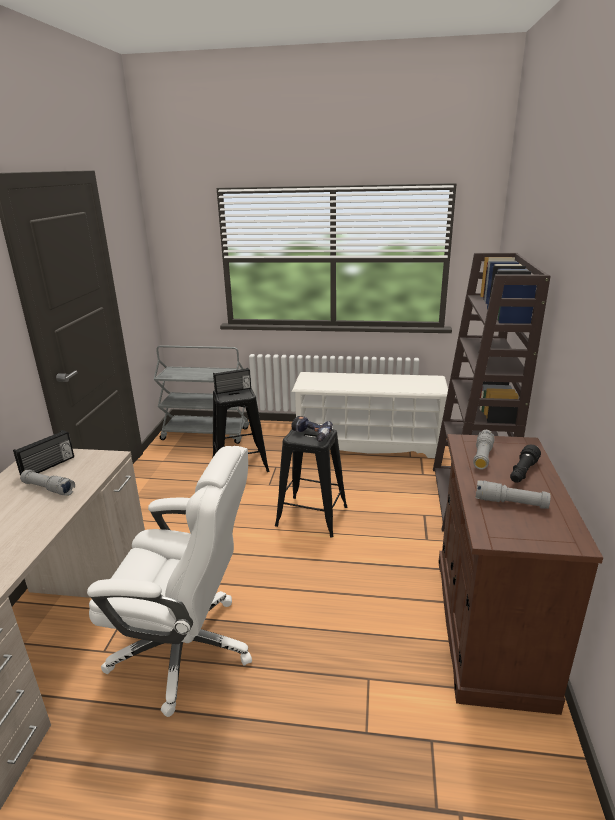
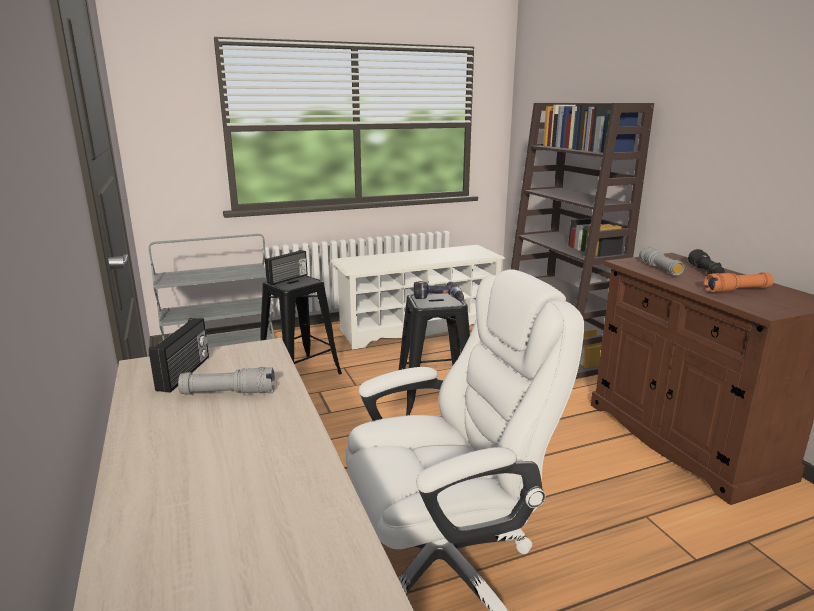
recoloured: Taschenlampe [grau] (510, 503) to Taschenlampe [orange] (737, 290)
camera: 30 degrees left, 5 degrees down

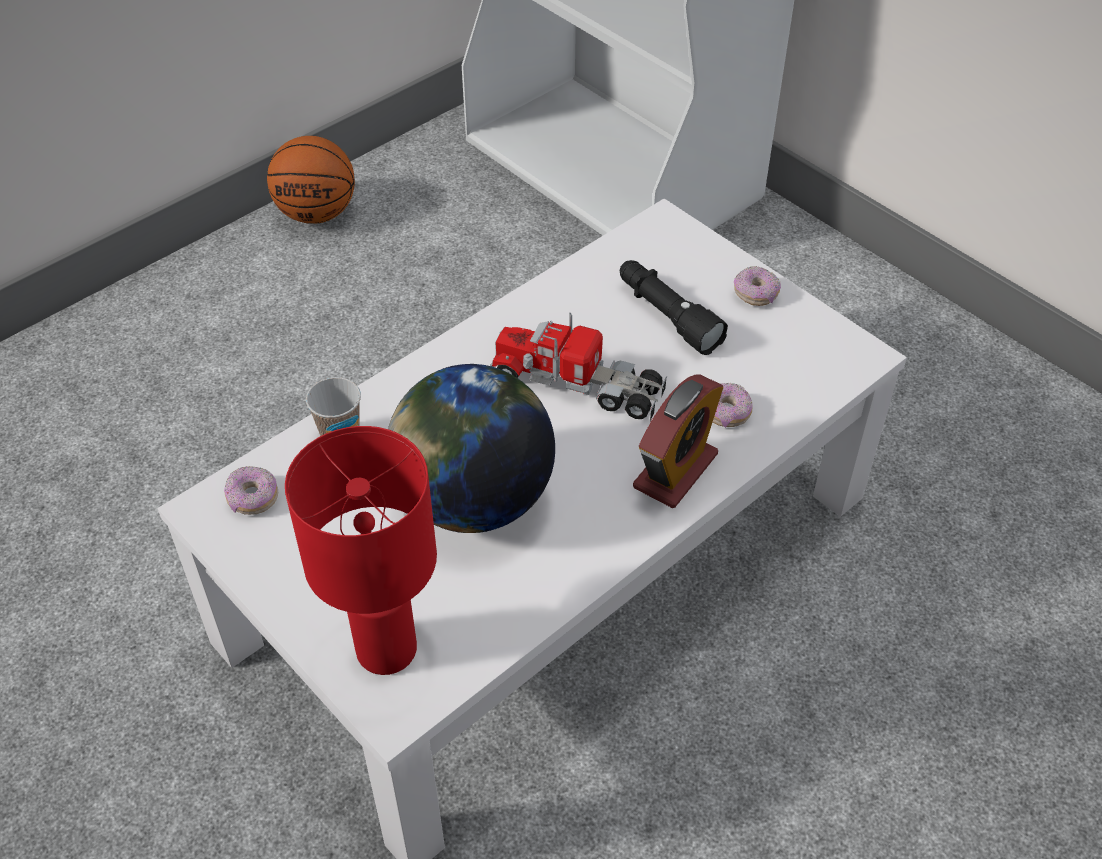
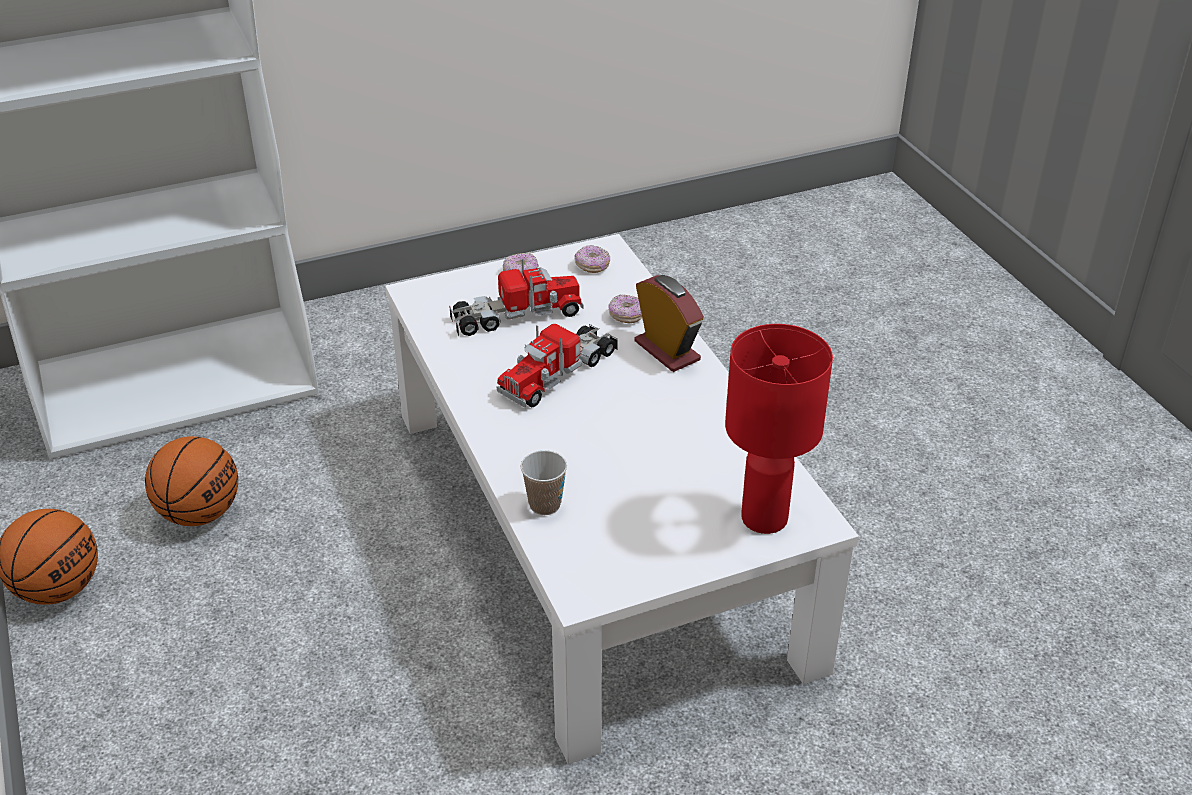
removed: Globus (473, 500)
added: Basketball (199, 513)
moved: Donut (253, 498) to (592, 266)
replaced: Taschenlampe [schwarz] (667, 316) to Spielzeuglaster (516, 316)
camera: 70 degrees left, 10 degrees down

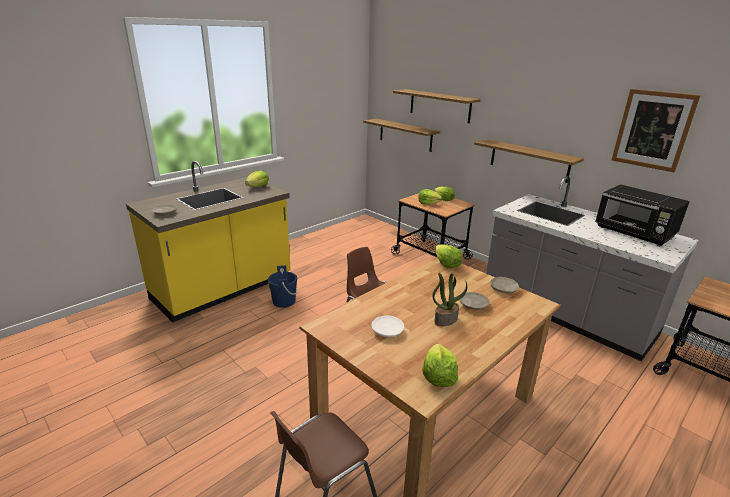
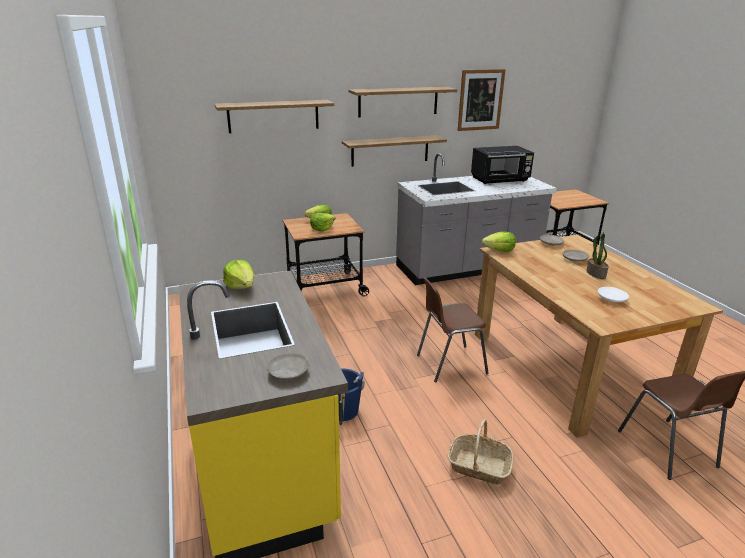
removed: Salatkopf (438, 376)
added: Korb (478, 466)
moved: Wandregal (405, 135) to (398, 101)
camera: 65 degrees left, 0 degrees up

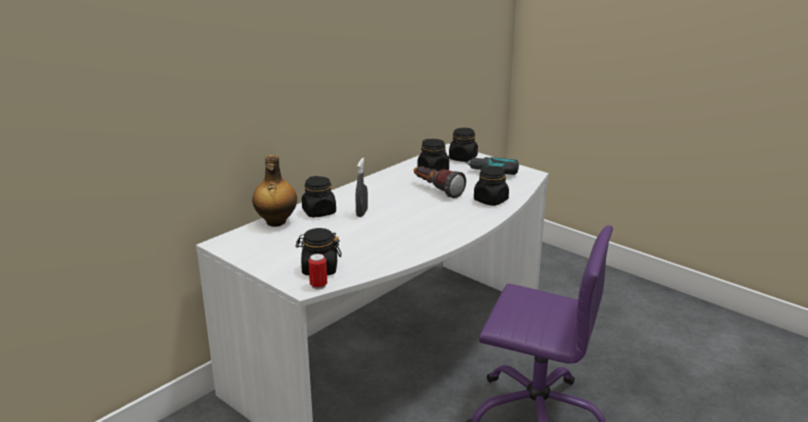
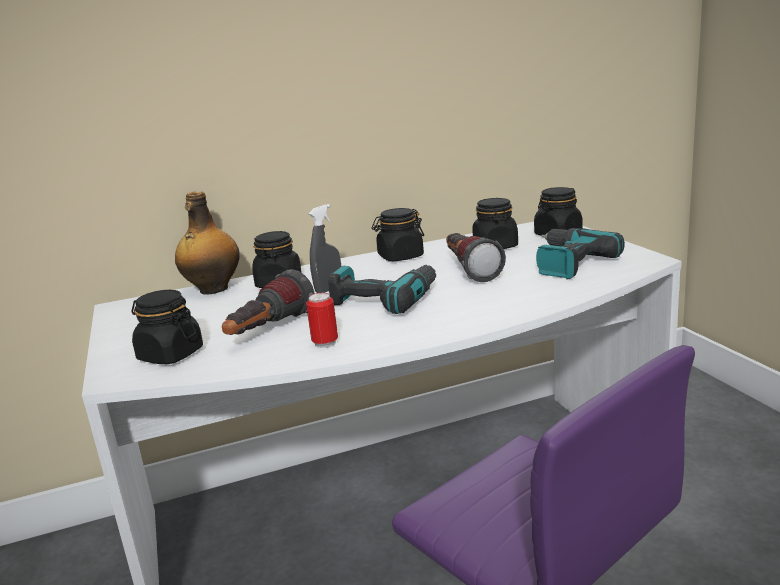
added: Taschenlampe (268, 332); Bohrmaschine (384, 299)
moved: Dose (318, 286) to (325, 343); Vorratsglas [schwarz] (490, 200) to (400, 257)
camera: 30 degrees right, 5 degrees down

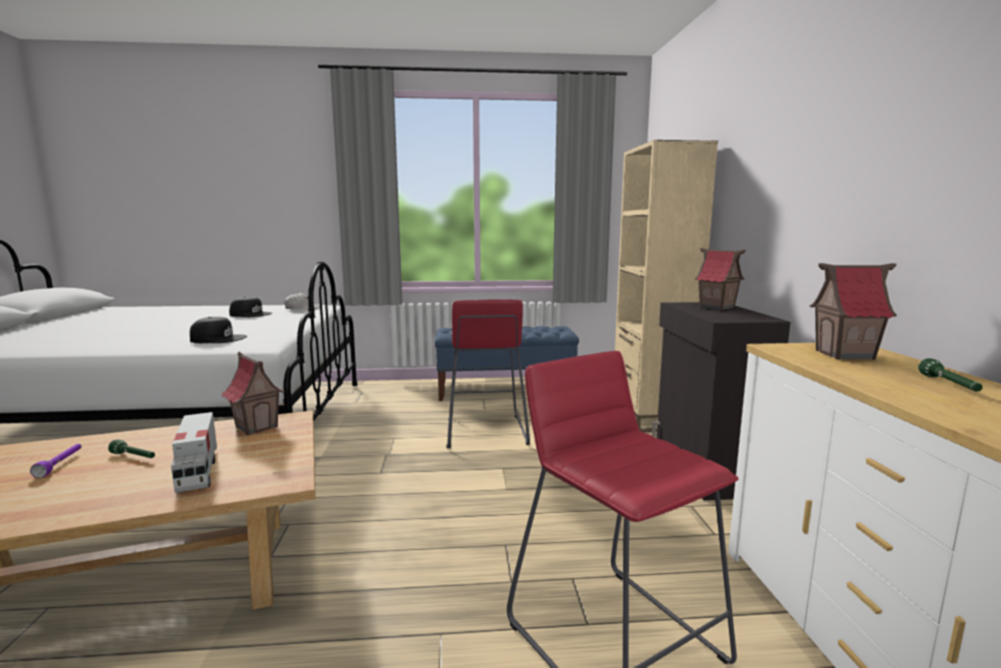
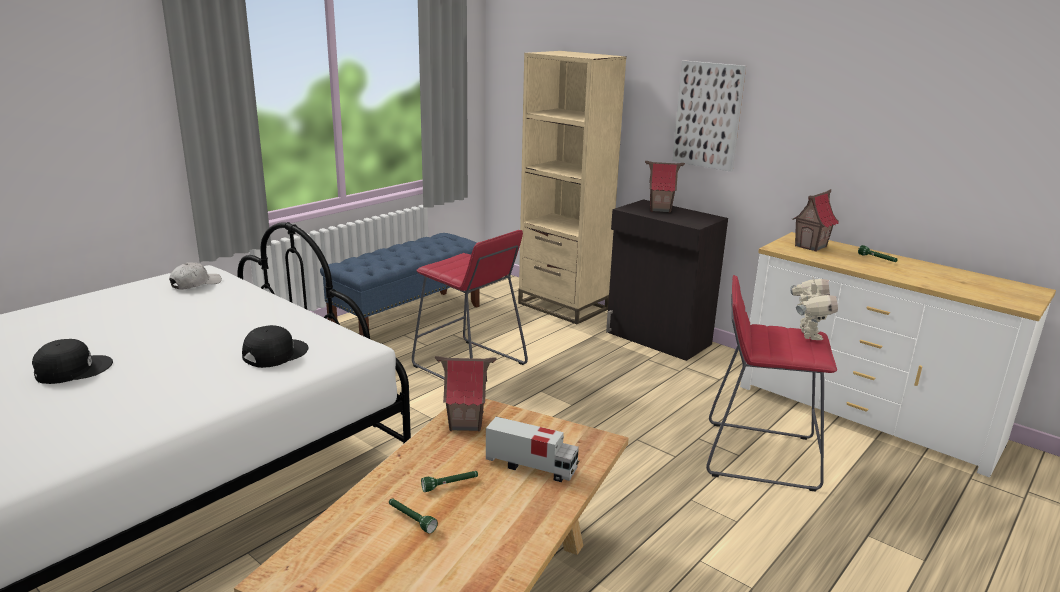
added: Bild (708, 115); Spielzeugroboter (807, 334)
moved: Kappe [schwarz] (251, 314) to (73, 369)
recoloured: Taschenlampe [lila] (60, 464) to Taschenlampe [grün] (411, 519)
camera: 45 degrees left, 10 degrees up

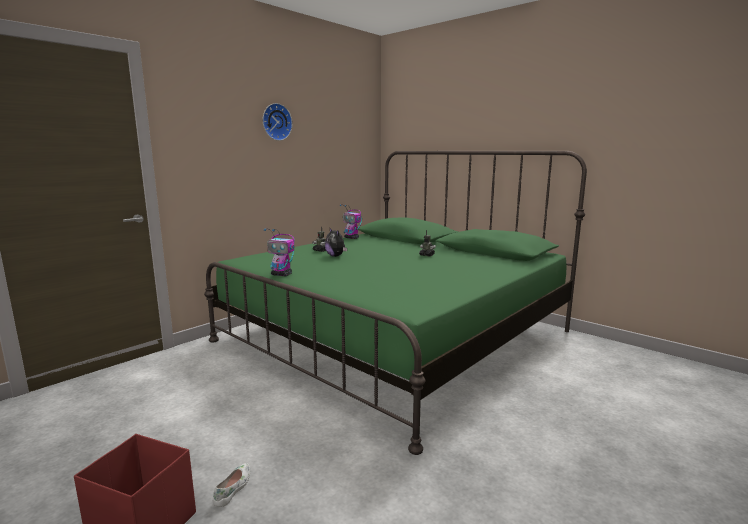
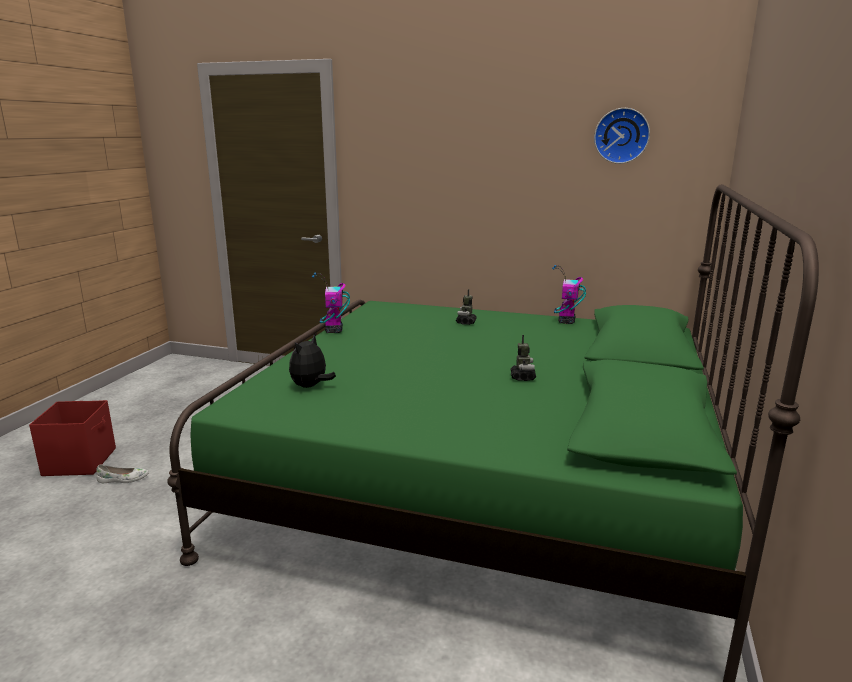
moved: Plüschtier (336, 256) to (310, 386); Wanduhr (276, 122) to (621, 135)
camera: 65 degrees right, 5 degrees up

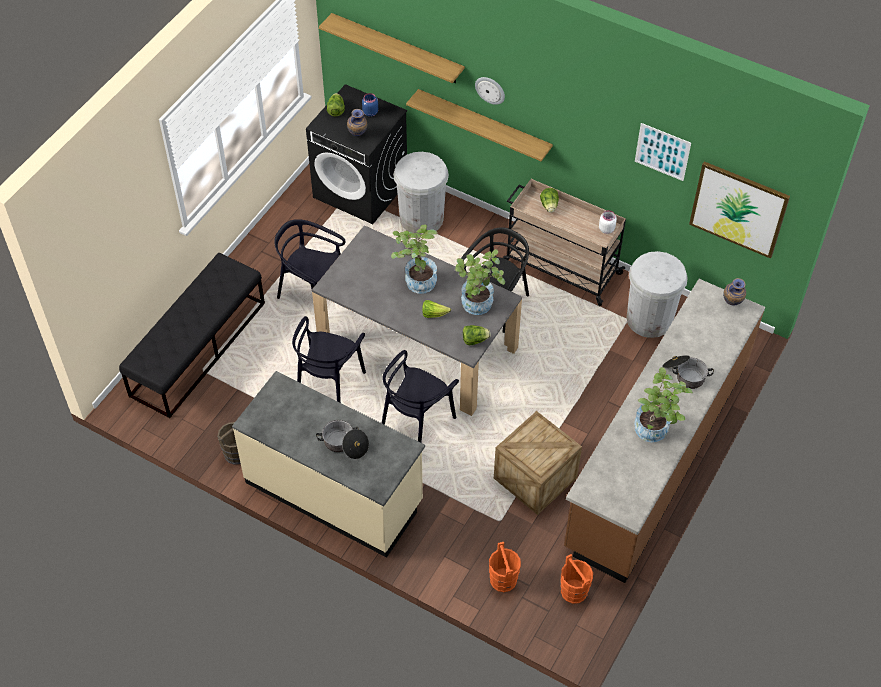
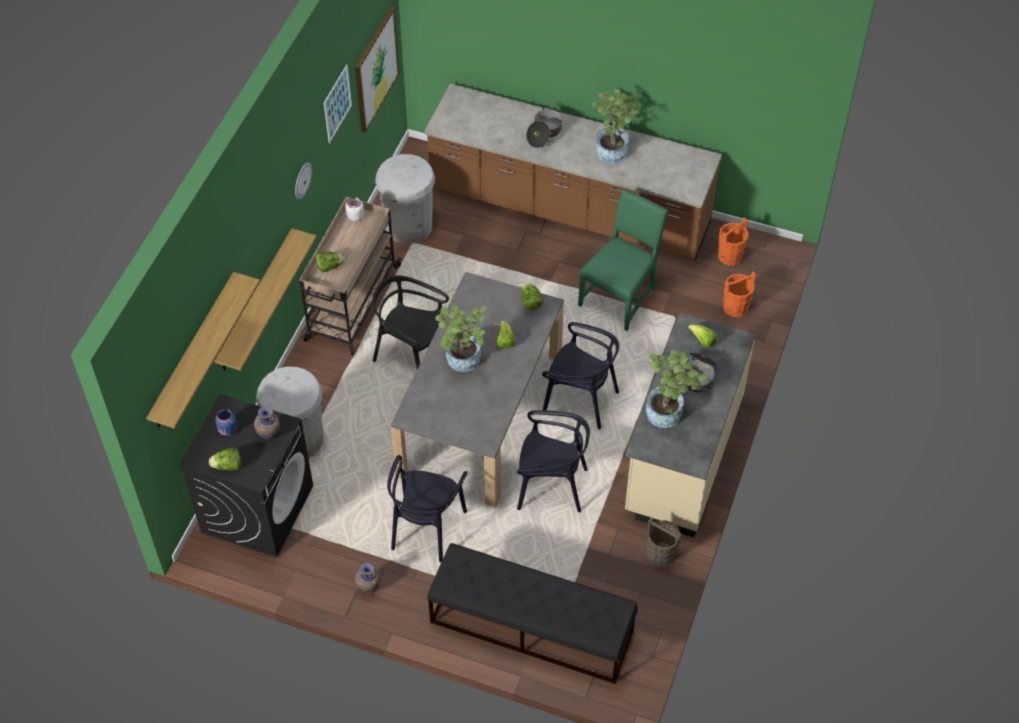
added: Salatkopf (702, 341)
moved: Wanduhr (490, 90) to (302, 180); Vase (731, 304) to (369, 588); Topfpflanze (477, 307) to (669, 412)
replaced: Kiste (535, 478) to Stuhl [grün] (620, 296)
camera: 100 degrees left, 0 degrees up

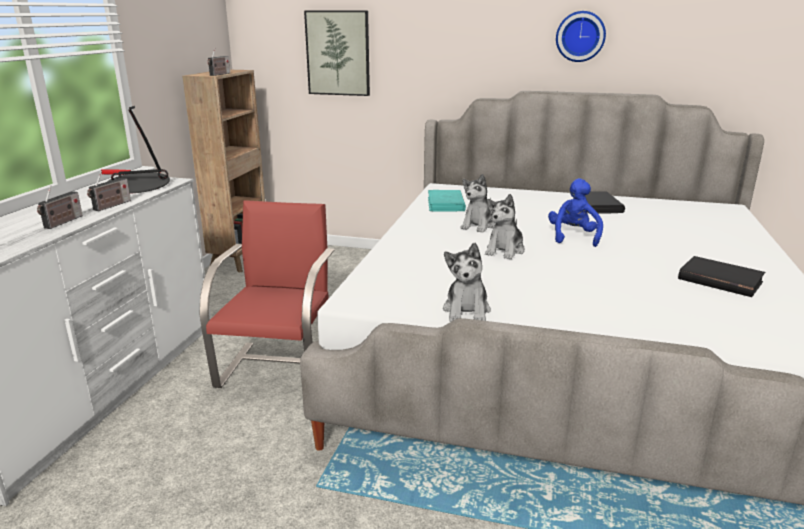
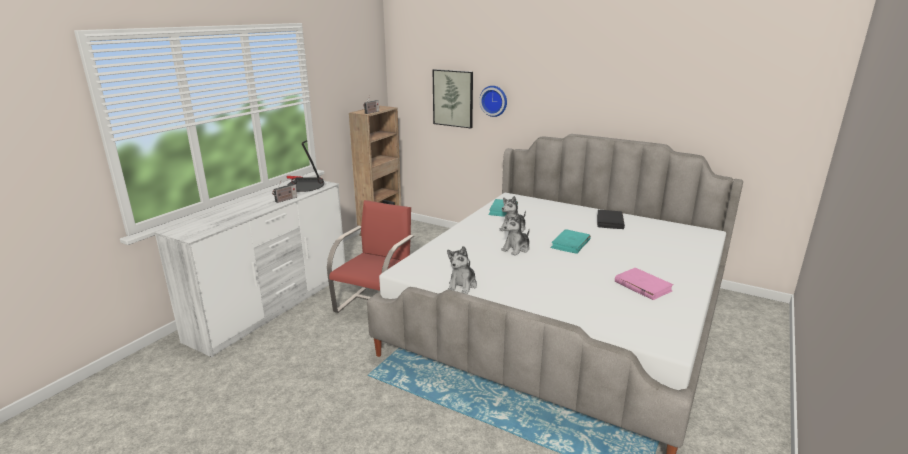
removed: Radio (62, 222)
moved: Wanduhr (580, 36) to (494, 100)
replaced: Plüschtier [blau] (573, 237) to Buch [türkis] (570, 244)
recoloured: Buch [schwarz] (719, 280) to Buch [rosa] (642, 286)
camera: 15 degrees right, 0 degrees up

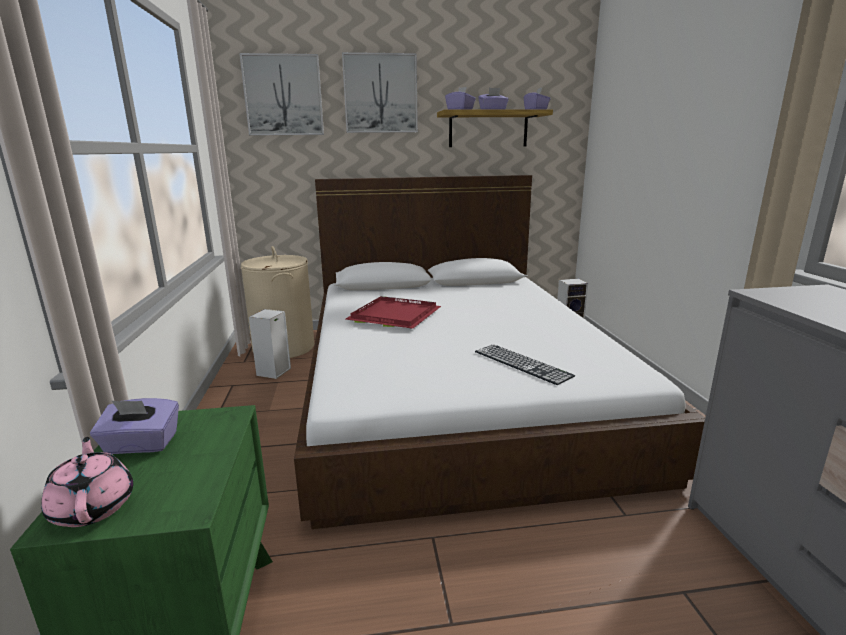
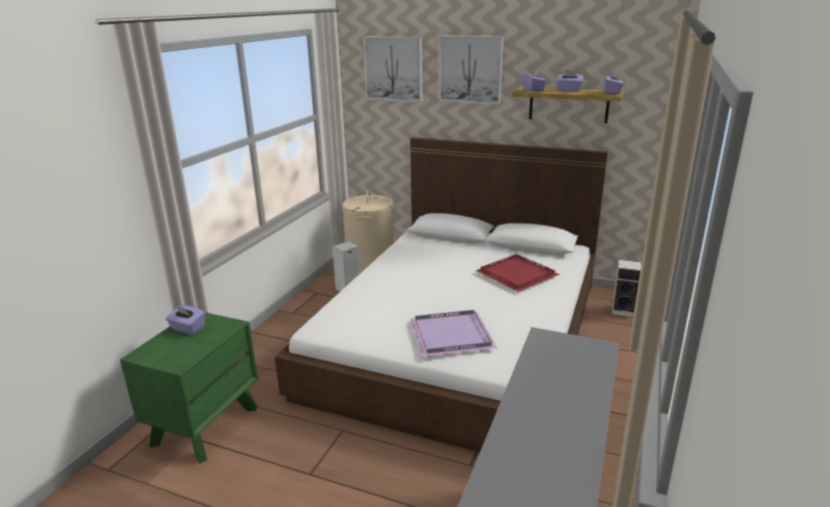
removed: Teekanne [rosa] (93, 506)
moved: Tablett [rot] (392, 316) to (515, 275)
replaced: Tastatur (522, 363) to Tablett [lila] (453, 336)
camera: 30 degrees right, 5 degrees up

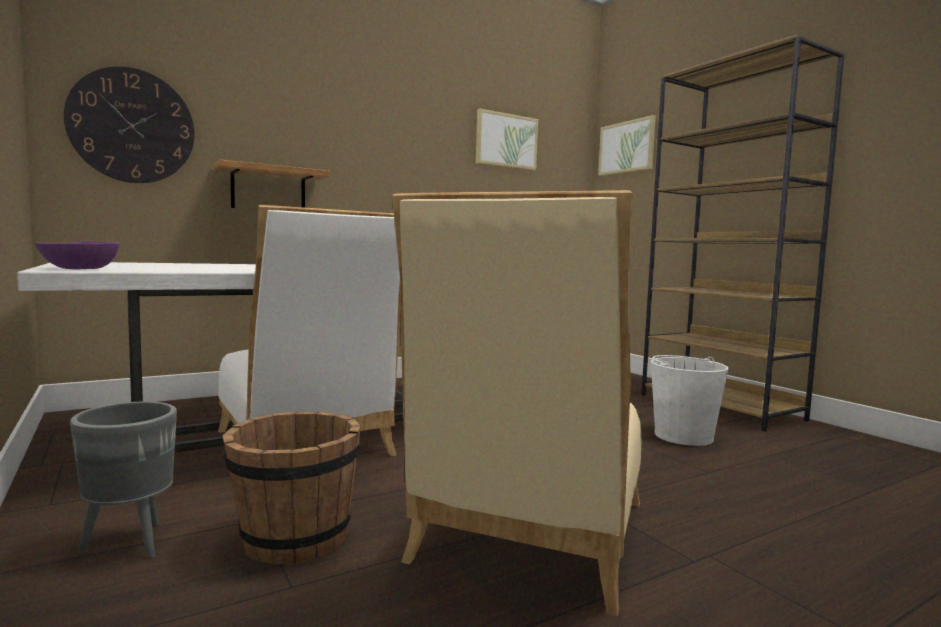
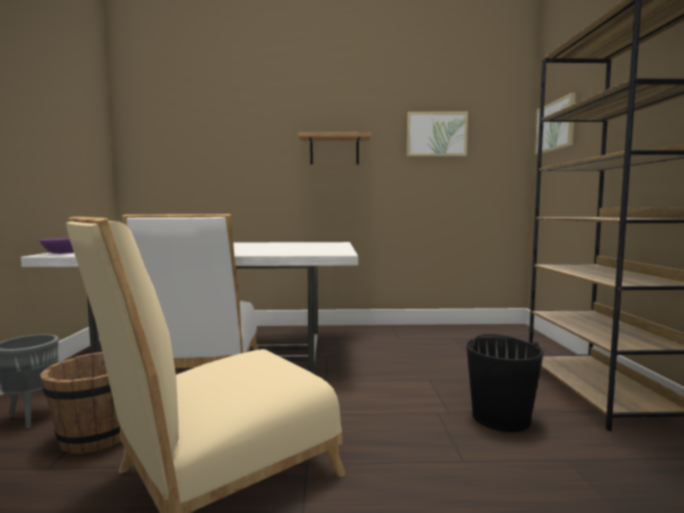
removed: Wanduhr (132, 126)
moved: Wandregal (268, 190) to (334, 150)
recoloured: Eimer [weiß] (683, 436) to Eimer [schwarz] (500, 417)
camera: 30 degrees right, 0 degrees up

